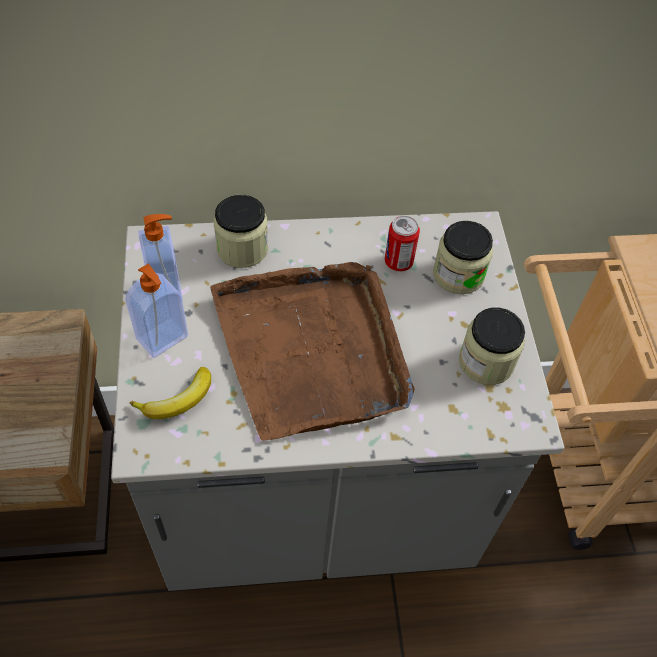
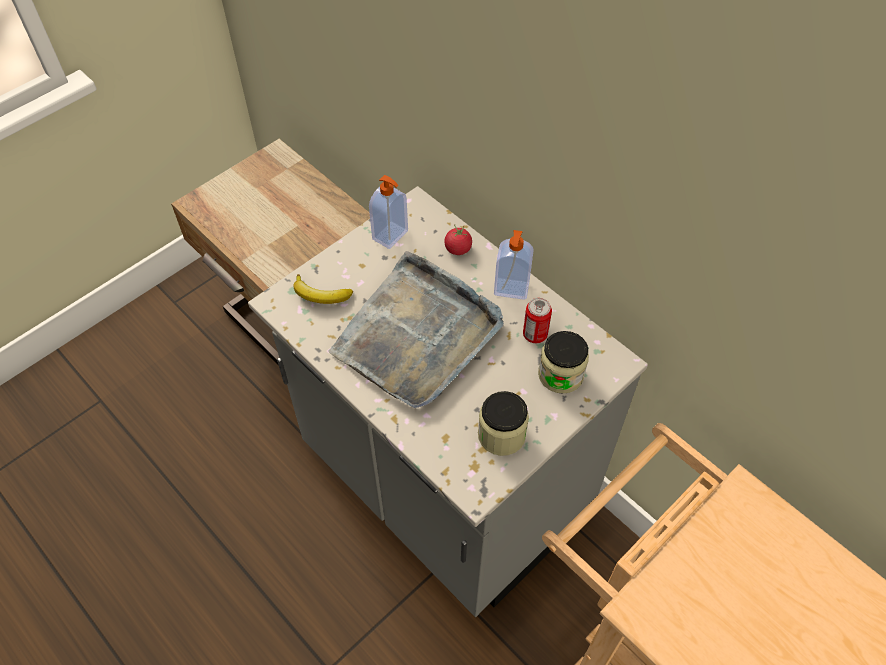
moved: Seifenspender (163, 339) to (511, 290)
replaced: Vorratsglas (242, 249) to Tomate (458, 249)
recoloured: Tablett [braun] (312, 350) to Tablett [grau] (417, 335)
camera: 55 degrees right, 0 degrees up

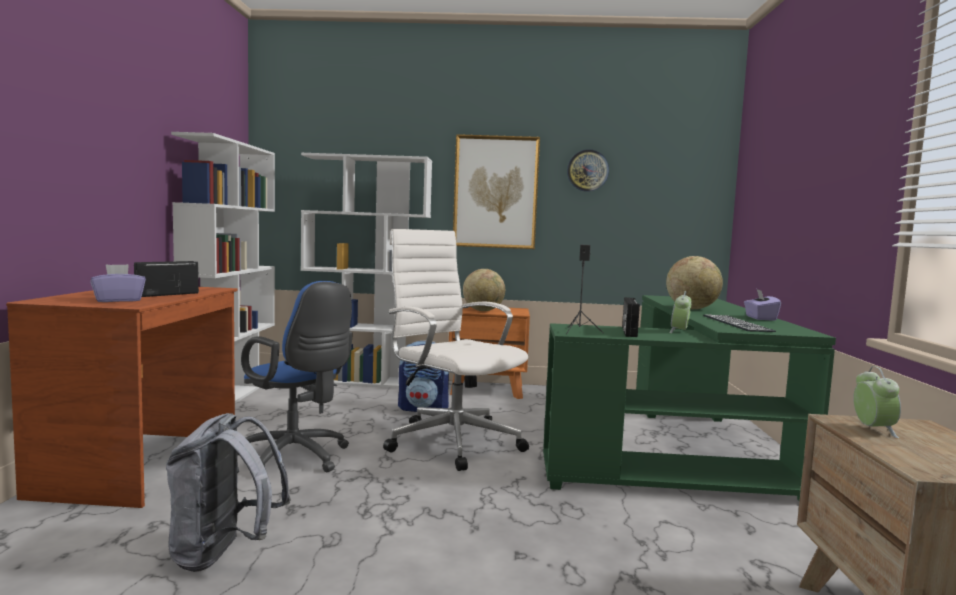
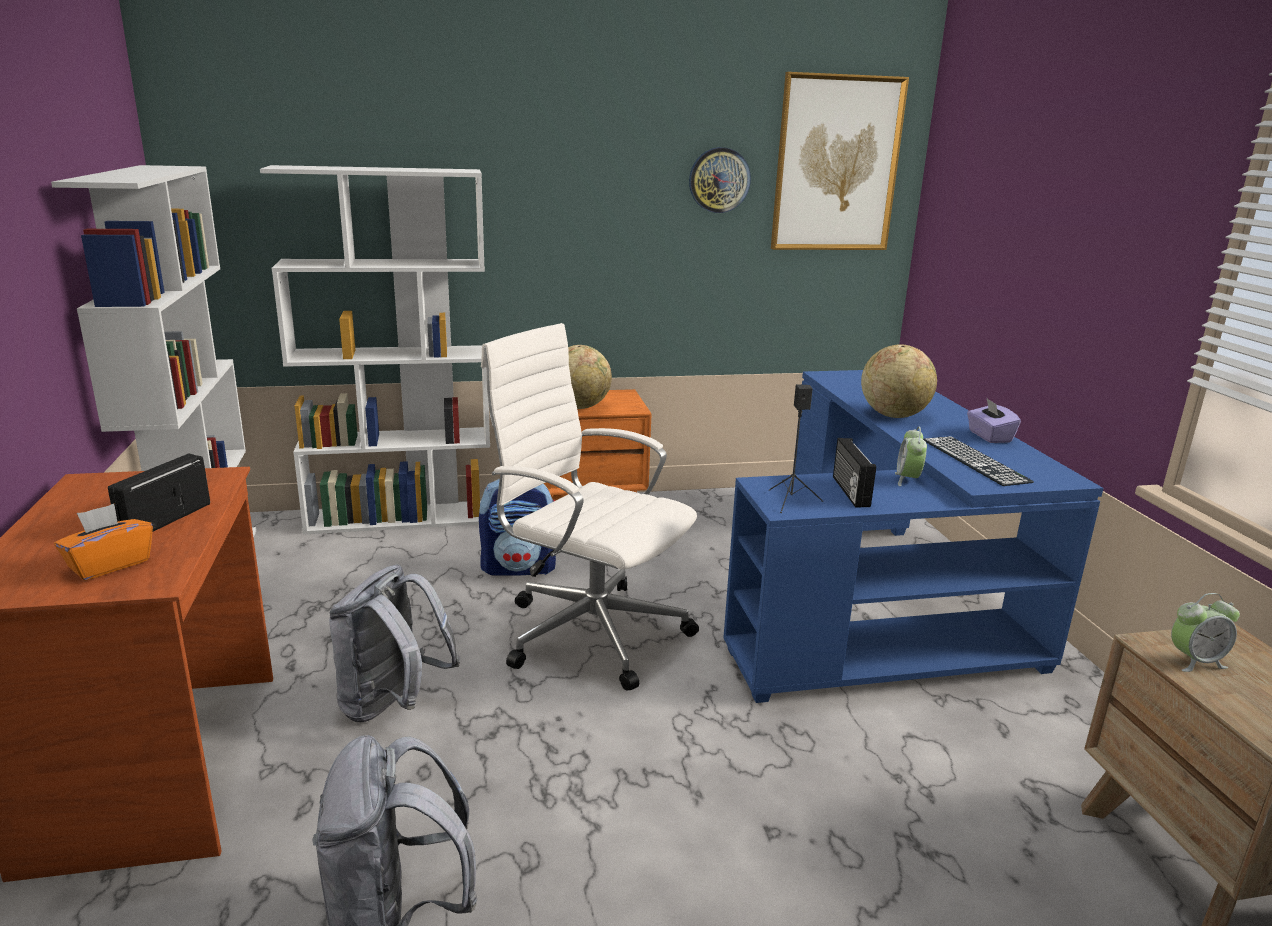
moved: Bild (495, 192) to (836, 164)
replaced: Bürostuhl [blau] (297, 458) to Rucksack [grau] (392, 706)
recoloured: Taschentuchbox [lila] (118, 300) to Taschentuchbox [orange] (109, 565); Schreibtisch [grün] (685, 451) to Schreibtisch [blau] (884, 601)
turned: Wecker (873, 430) = (1195, 661) 90 degrees clockwise
camera: 15 degrees left, 15 degrees up

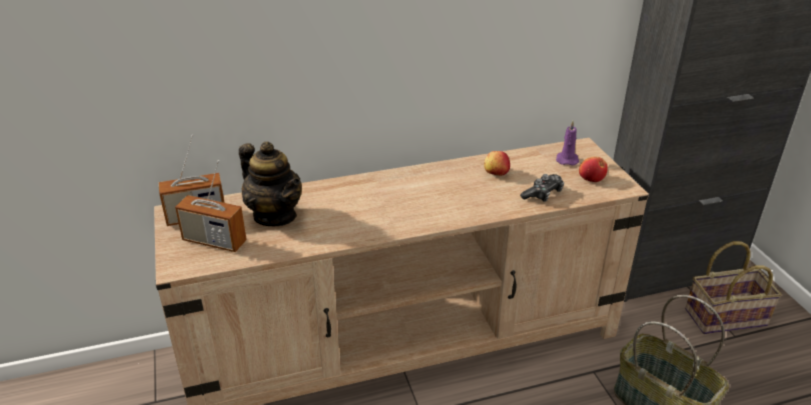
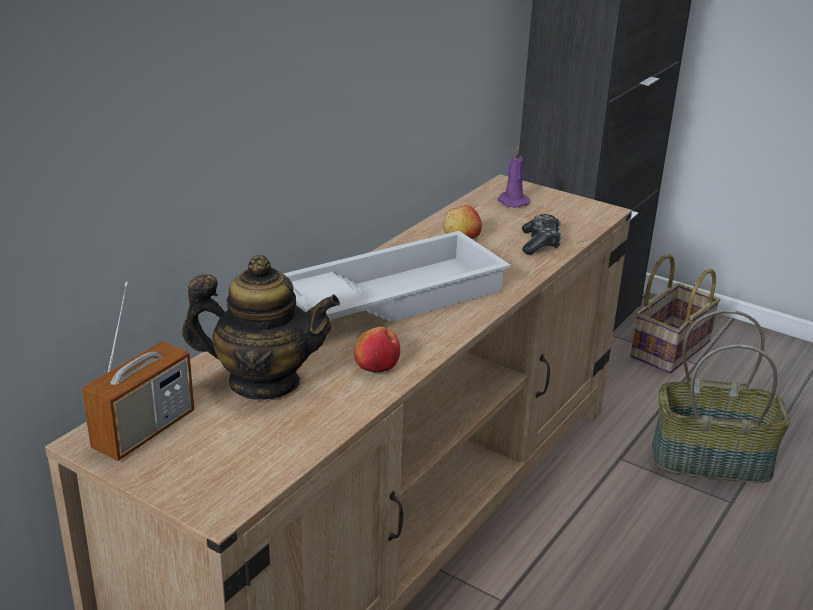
removed: Radio (214, 241)
added: Tablett [weiß] (392, 295)
moved: Apfel (591, 178) to (376, 366)
camera: 40 degrees left, 5 degrees down

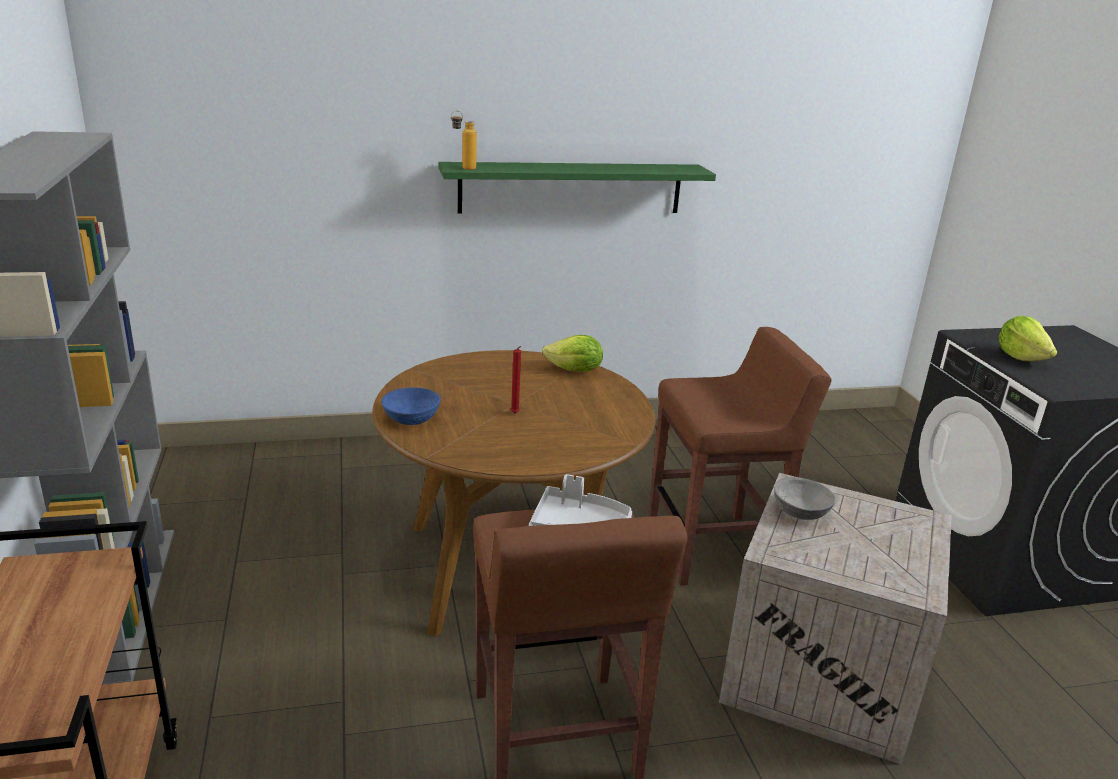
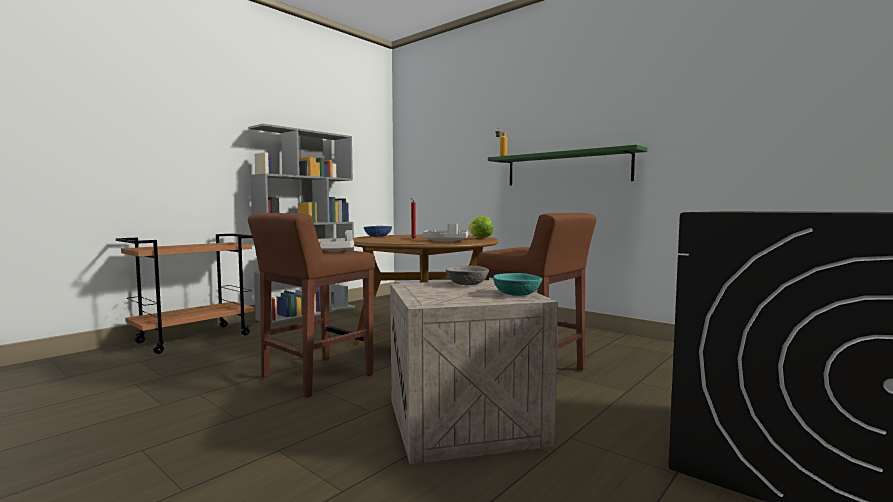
removed: Salatkopf (1021, 357)
added: Tablett [grau] (446, 241); Schüssel [türkis] (516, 294)
camera: 55 degrees right, 20 degrees down

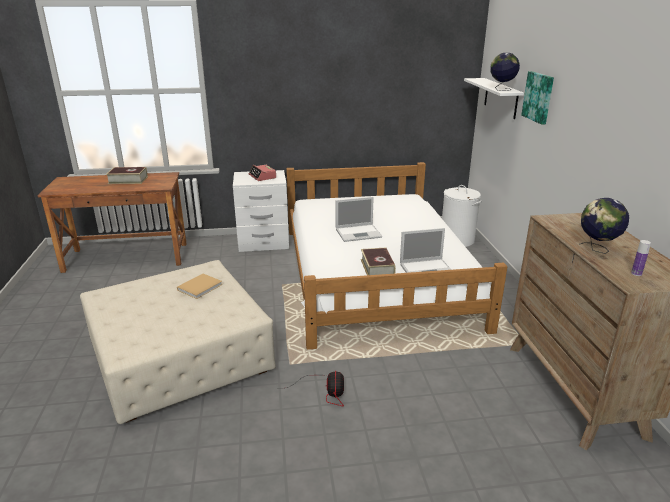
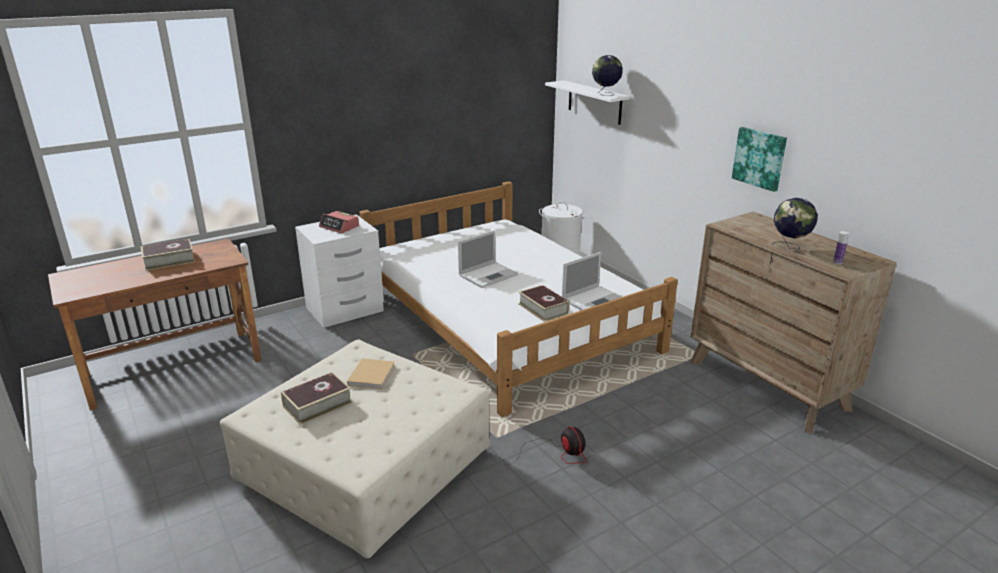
added: Buch (317, 404)
moved: Bild (539, 97) to (760, 158)
camera: 25 degrees left, 0 degrees up

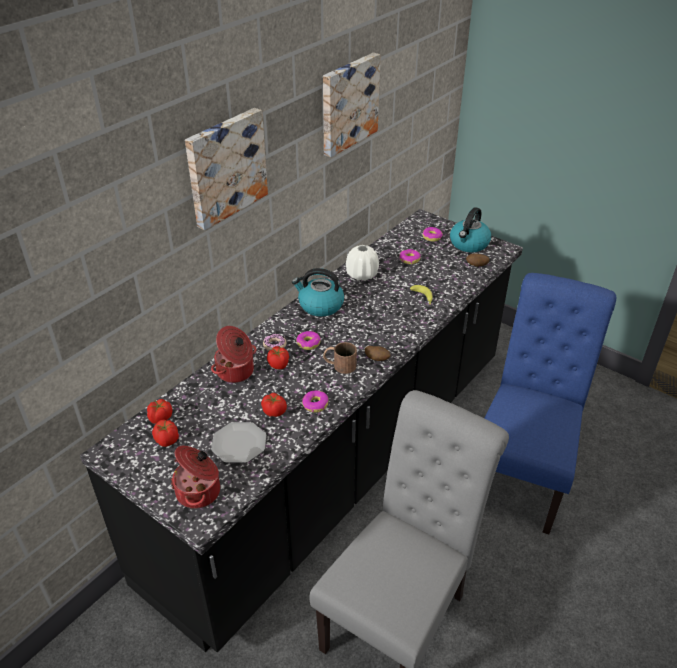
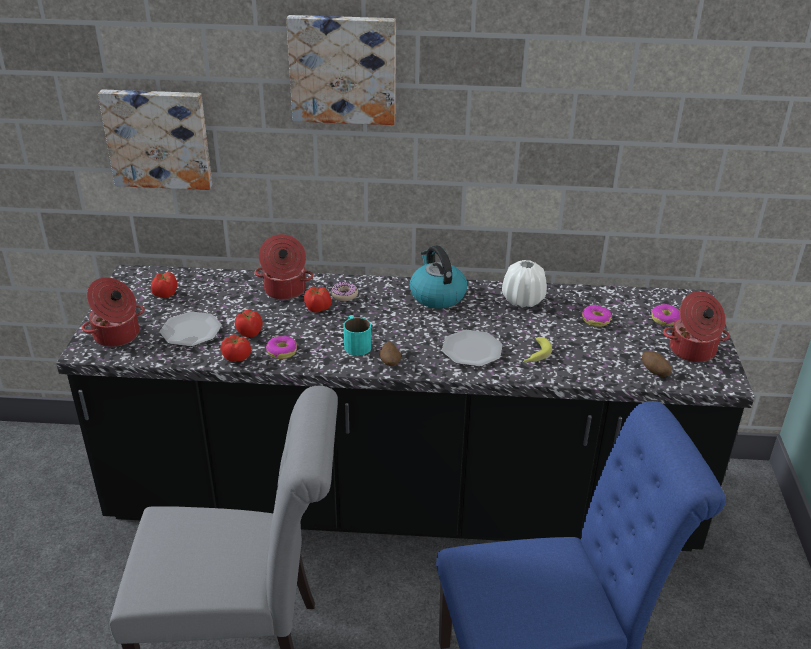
removed: Donut (308, 343)
added: Teller (472, 350)
moved: Bild (348, 103) to (158, 138); Tomate (160, 418) to (237, 358)
replaced: Wasserkessel (469, 244) to Kochtopf (692, 351)
recoloured: Henkelbecher [braun] (339, 365) to Henkelbecher [türkis] (355, 343)
camera: 55 degrees right, 5 degrees down

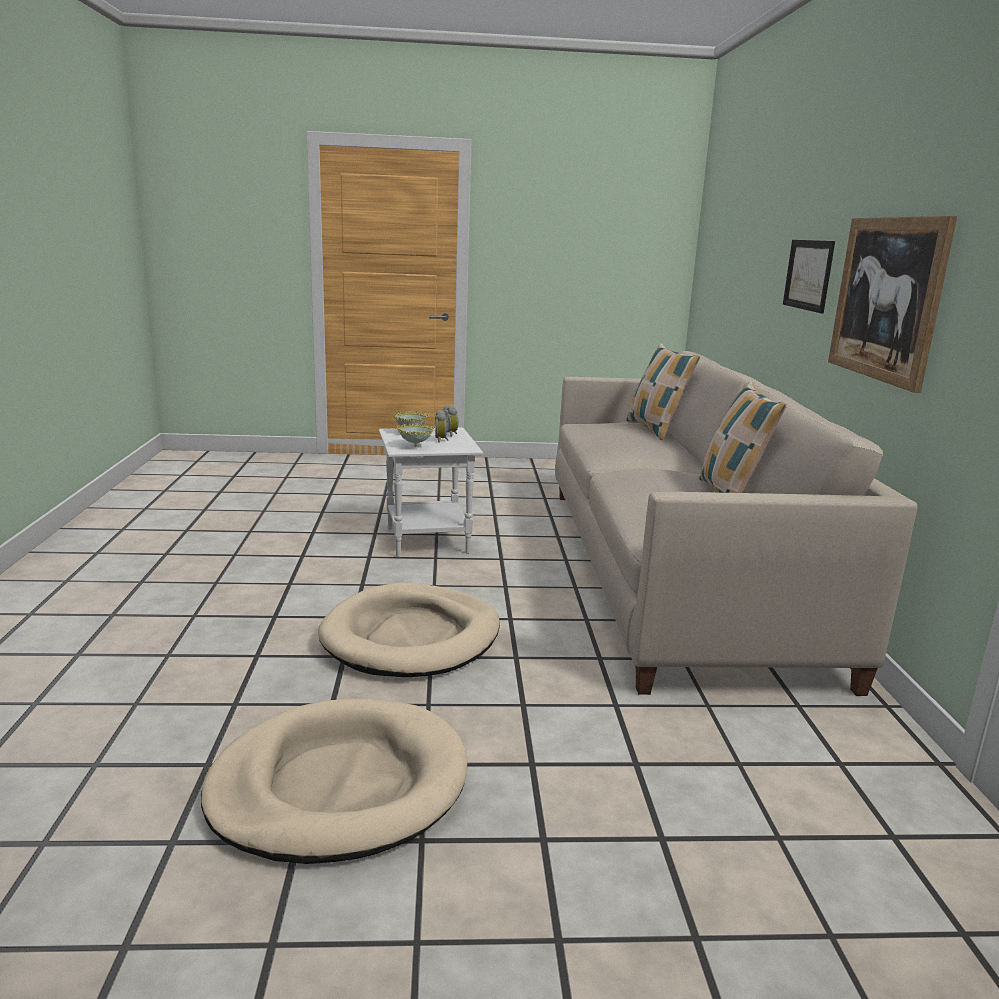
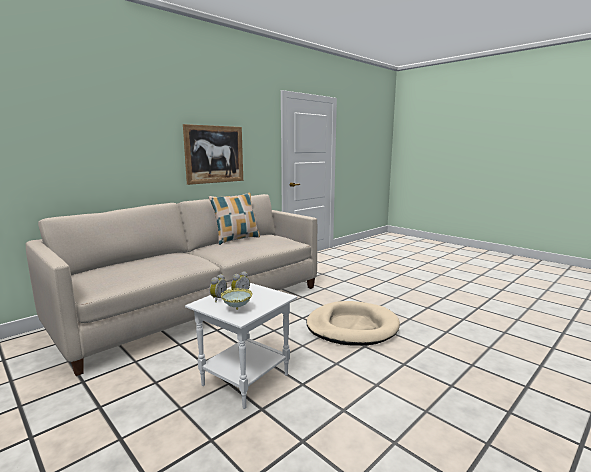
removed: Hundebett [beige] (339, 786); Schüssel (415, 446); Kissen (656, 430); Bild (808, 275)
camera: 130 degrees left, 5 degrees down

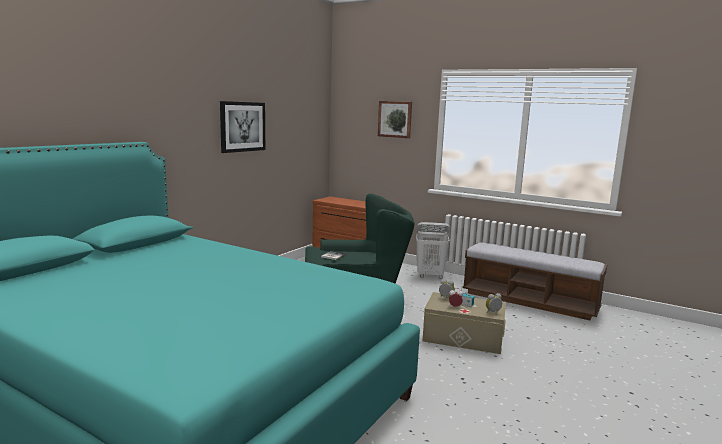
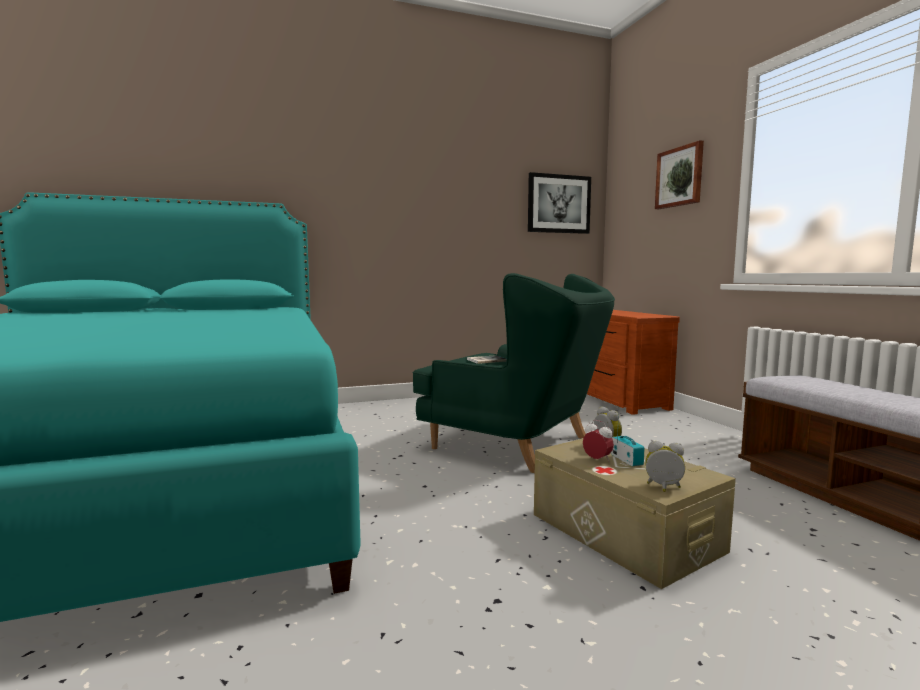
removed: Wäschekorb [weiß] (430, 276)
moved: Bild (242, 126) to (558, 204)
camera: 40 degrees right, 5 degrees down

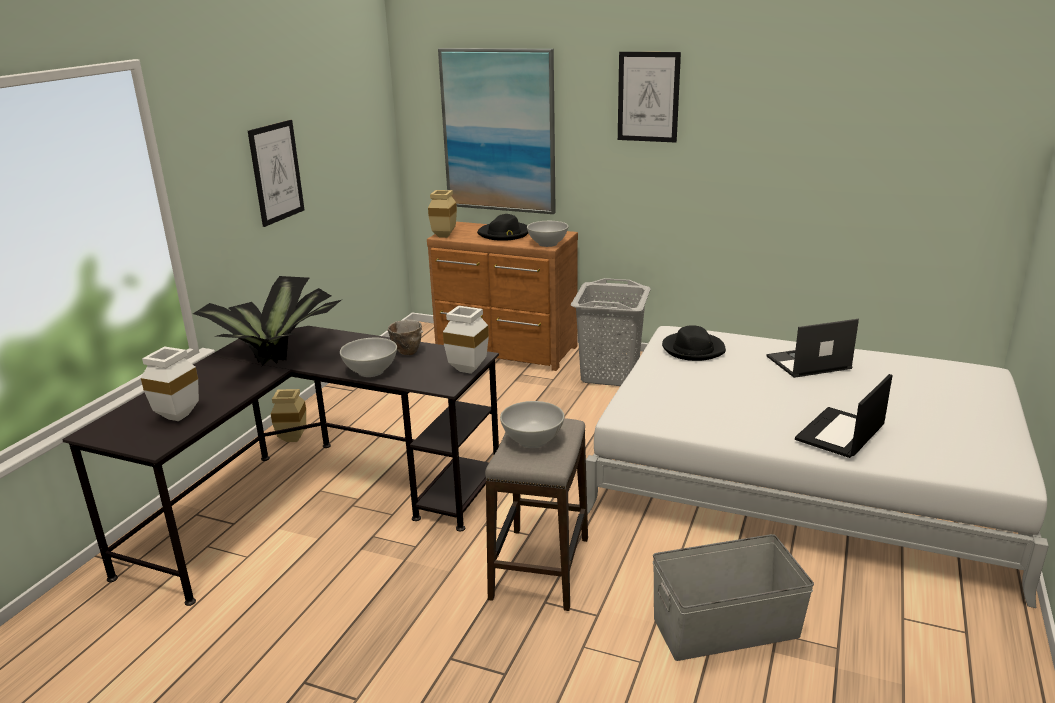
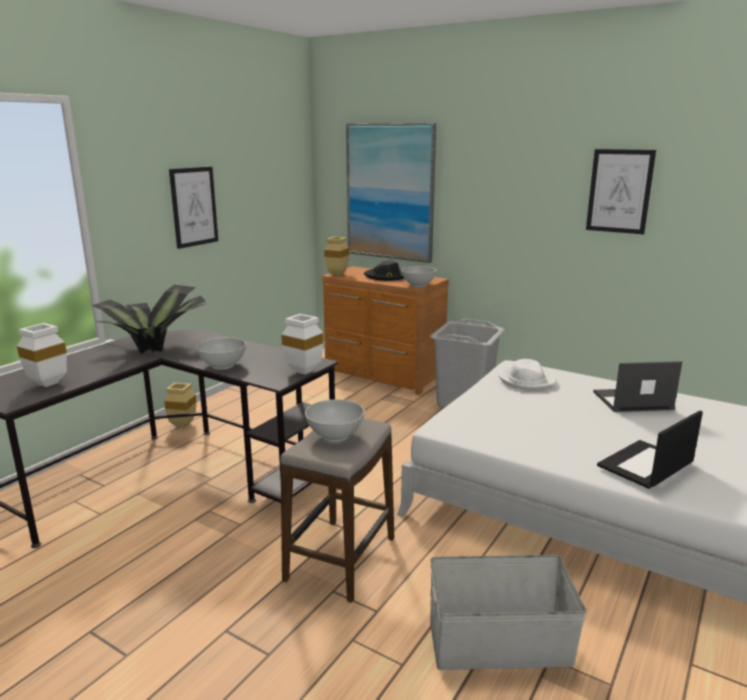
removed: Schüssel (406, 353)
moved: Bild (648, 97) to (619, 191)
recoloured: Hut [schwarz] (693, 349) to Hut [weiß] (527, 380)
camera: 10 degrees right, 5 degrees down

